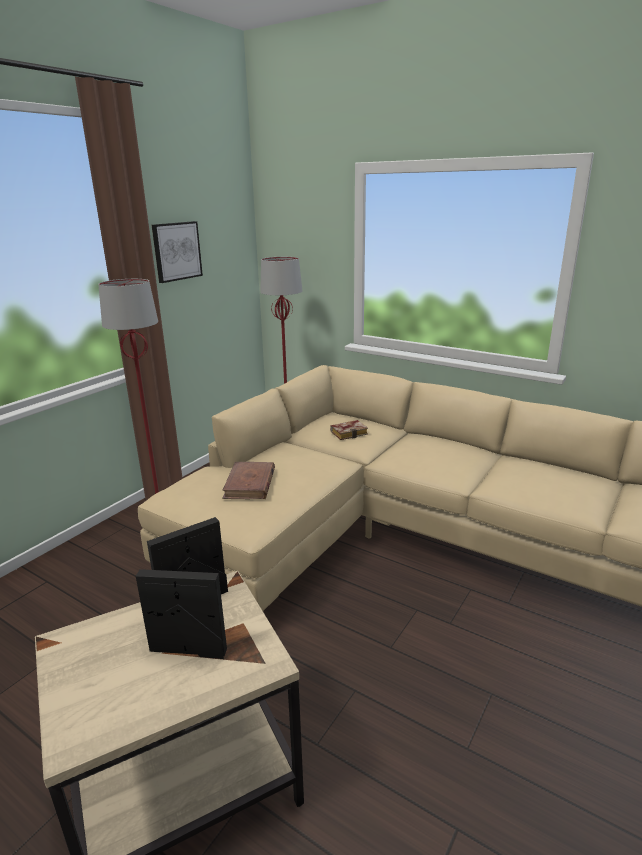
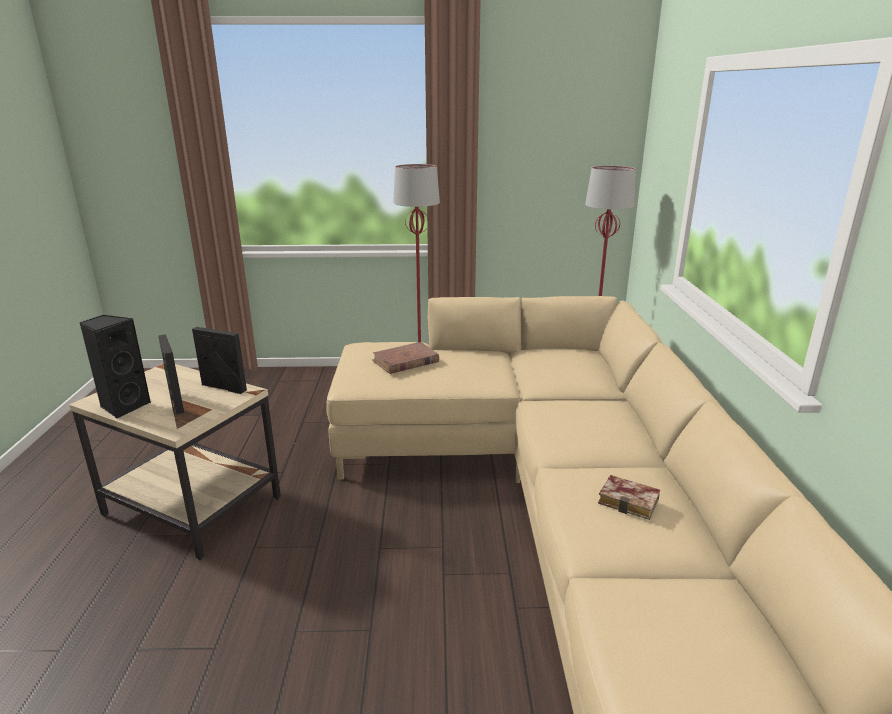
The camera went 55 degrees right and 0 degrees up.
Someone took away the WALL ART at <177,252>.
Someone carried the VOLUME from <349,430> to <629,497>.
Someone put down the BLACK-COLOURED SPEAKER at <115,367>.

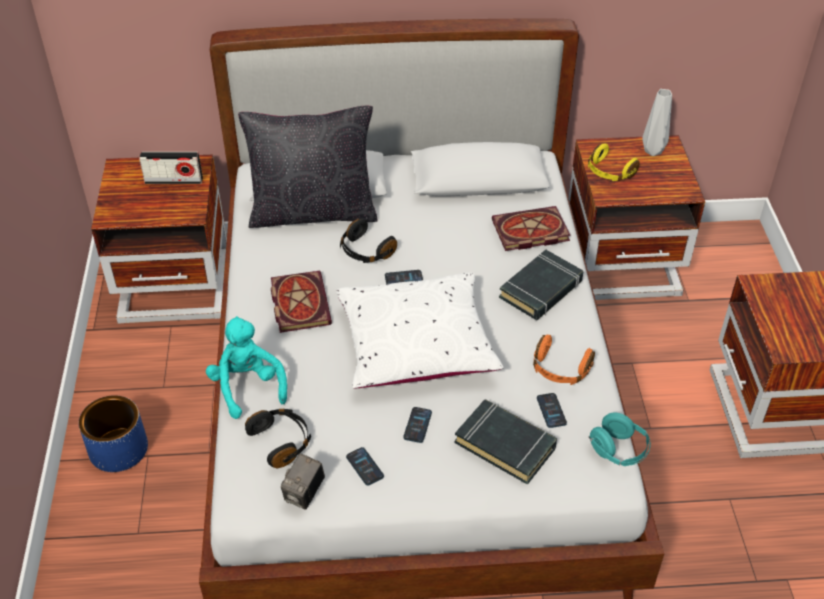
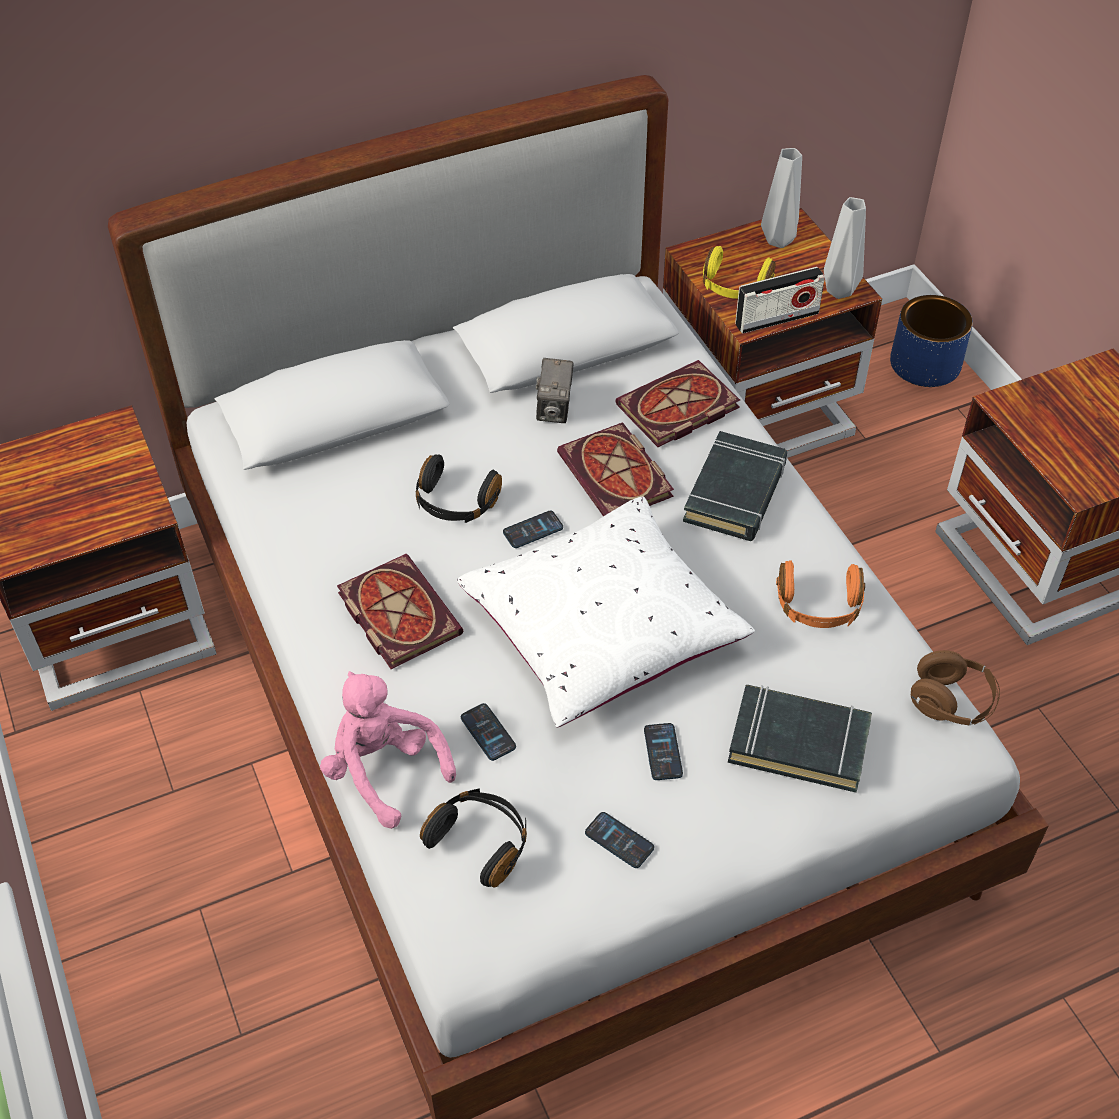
The camera went 20 degrees left and 5 degrees up.
Someone carried the BLUISH FLOWER POT from <113,433> to <931,341>.
Someone carried the RADIO from <171,168> to <780,300>.
Someone repainted the BLUE-GREEN PLUSH TOY at <246,367>, which became the PINK-COLOURED PLUSH TOY at <388,750>.
Someone took away the BLACK-COLOURED PILLOW at <308,167>.
Someone carried the STILL CAMERA from <303,481> to <554,390>.
Someone carried the TELEPHONE from <552,410> to <488,732>.
Someone repainted the BLUE-GREEN HEADPHONES at <620,439>, which became the BROWN-COLOURED HEADPHONES at <955,688>.
Someone put down the VOLUME at <615,469>.
Someone put down the GREY VASE at <845,248>.

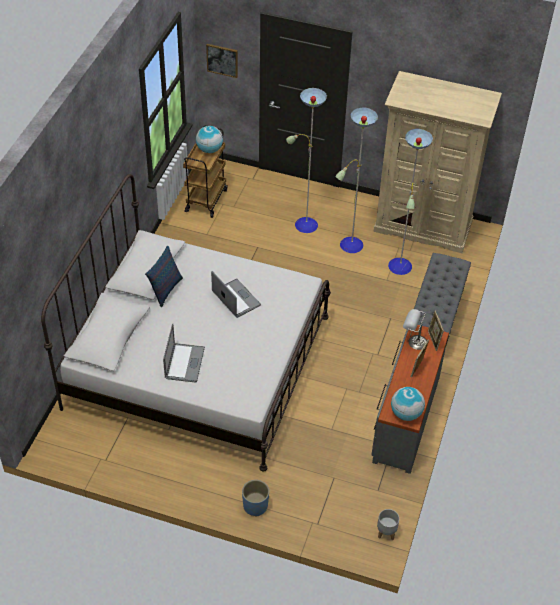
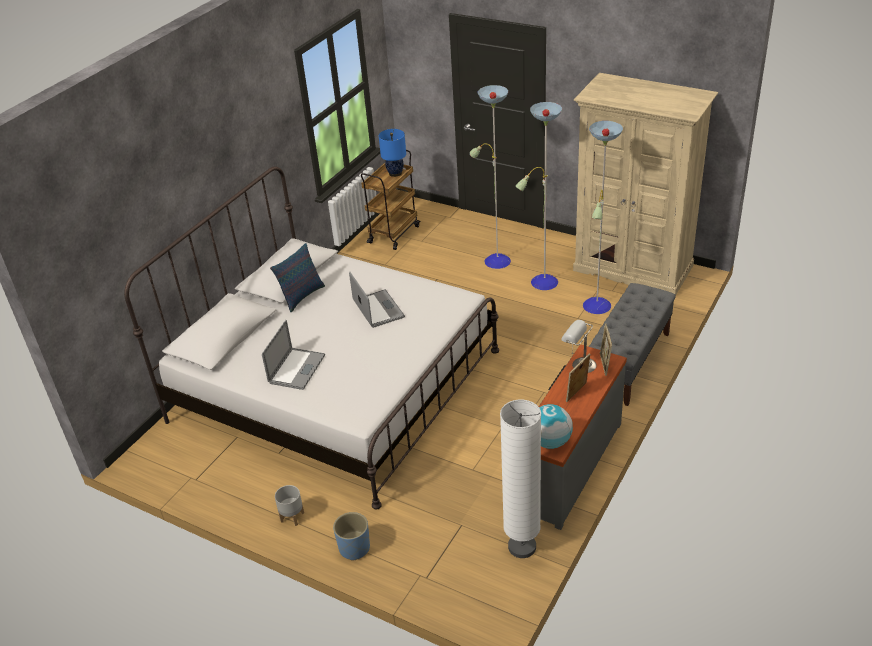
The camera went 15 degrees right and 10 degrees down.
Someone swapped the WORLD GLOBE at <209,139> for the BLUISH TABLE LAMP at <392,153>.
Someone took away the WALL ART at <222,61>.
Someone carried the GREY FLOWER POT from <388,524> to <289,505>.
Someone put down the WHITE-COLOURED STANDING LAMP at <520,479>.

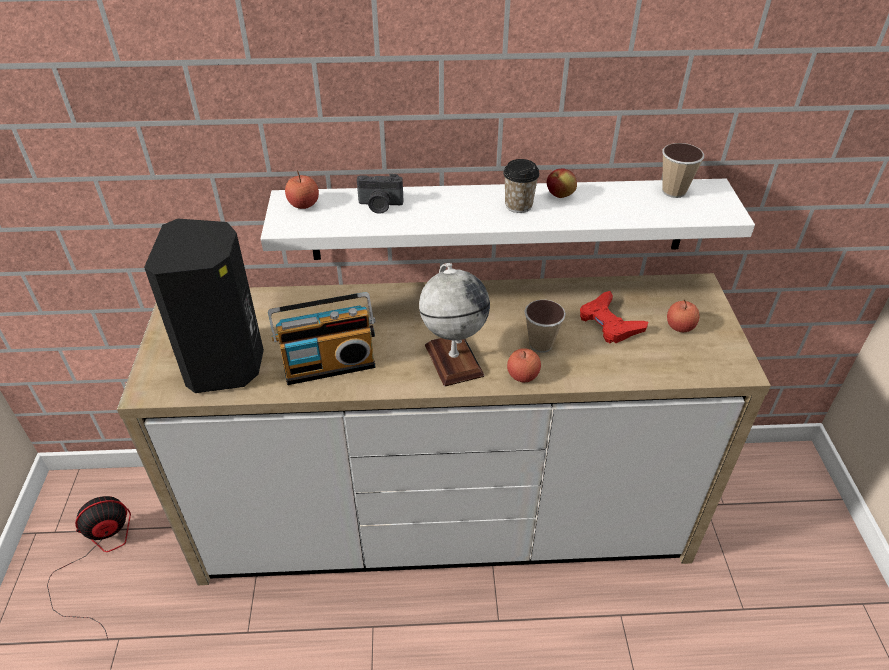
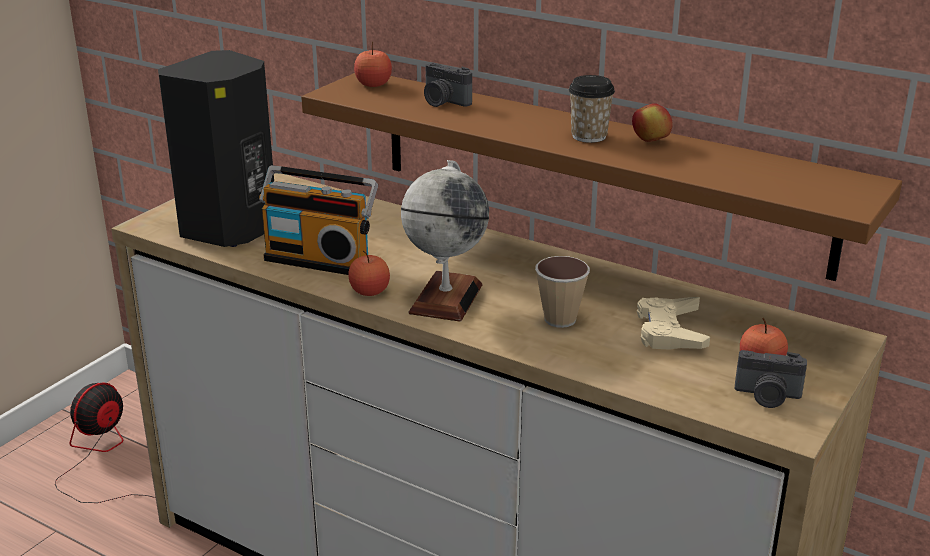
The camera went 35 degrees right and 15 degrees down.
Someone rotated the FAN at <89,567> by 60 degrees counterclockwise.
Someone repainted the WHITE-COLOURED BRACKET SHELF at <508,219>, which became the BROWN-COLOURED BRACKET SHELF at <601,177>.
Someone carried the APPLE FRUIT from <524,365> to <369,273>.
Someone repainted the RED-COLOURED GAME CONTROLLER at <614,317>, which became the BEIGE-COLOURED GAME CONTROLLER at <673,323>.
Someone took away the CUP at <683,170>.
Someone put down the STILL CAMERA at <771,379>.

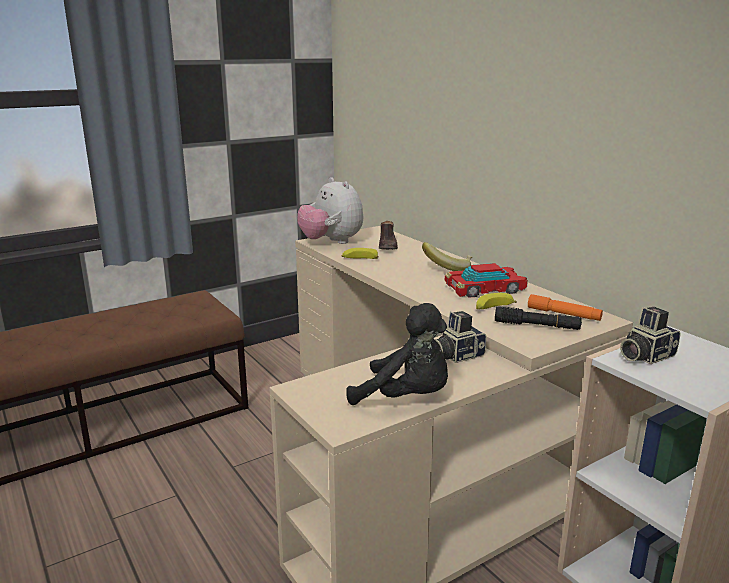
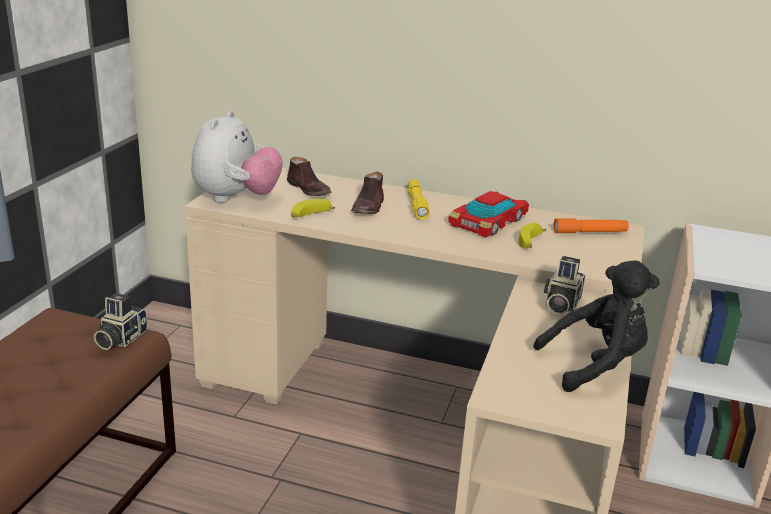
The camera went 40 degrees left and 5 degrees up.
Someone rotated the PLUSH TOY at <330,210> by 90 degrees counterclockwise.
Someone swapped the BANANA FRUIT at <447,256> for the YELLOW FLASHLIGHT at <419,199>.
Someone took away the BLACK-COLOURED FLASHLIGHT at <538,318>.
Someone carried the STILL CAMERA from <650,335> to <121,321>.
Someone put down the BROWN-COLOURED LOW SHOE at <367,193>.

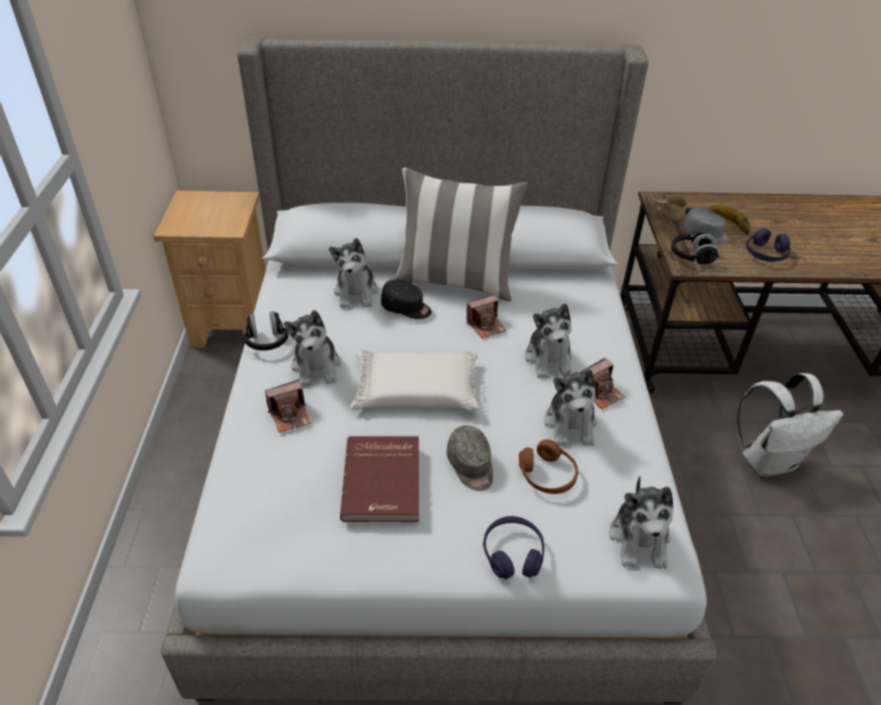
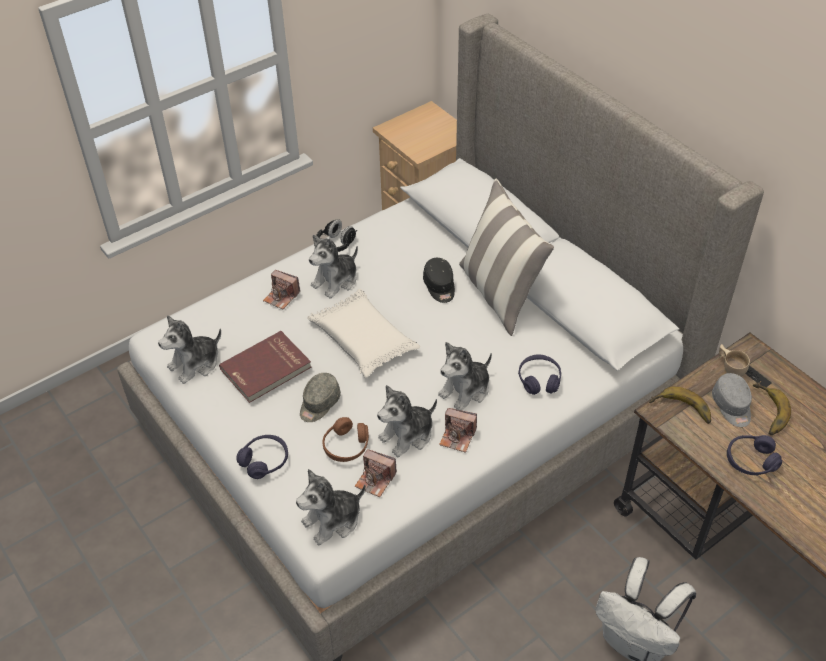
The camera went 55 degrees right and 5 degrees up.
Someone carried the PLUSH TOY from <353,273> to <189,349>.
Someone carried the STILL CAMERA from <486,316> to <376,473>.
Someone swapped the BLACK-COLOURED HEADPHONES at <695,249> for the BANANA FRUIT at <680,405>.
Someone put down the PURPLE-COLOURED HEADPHONES at <539,374>.

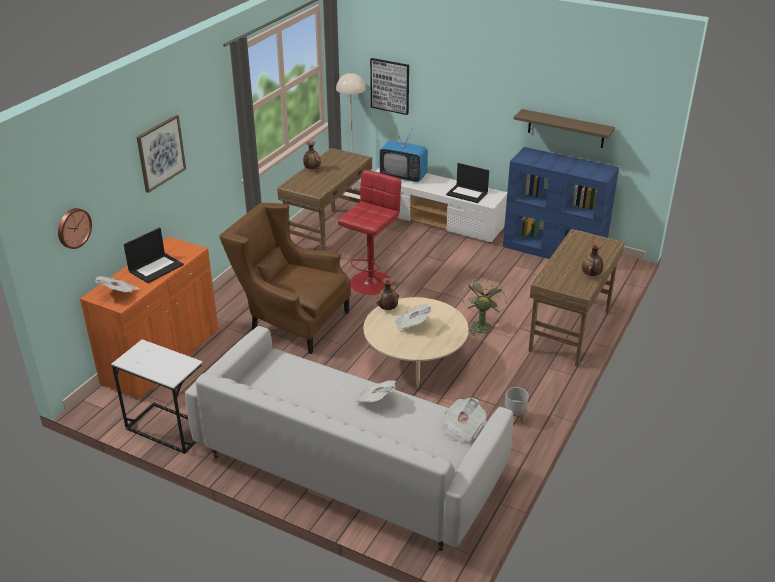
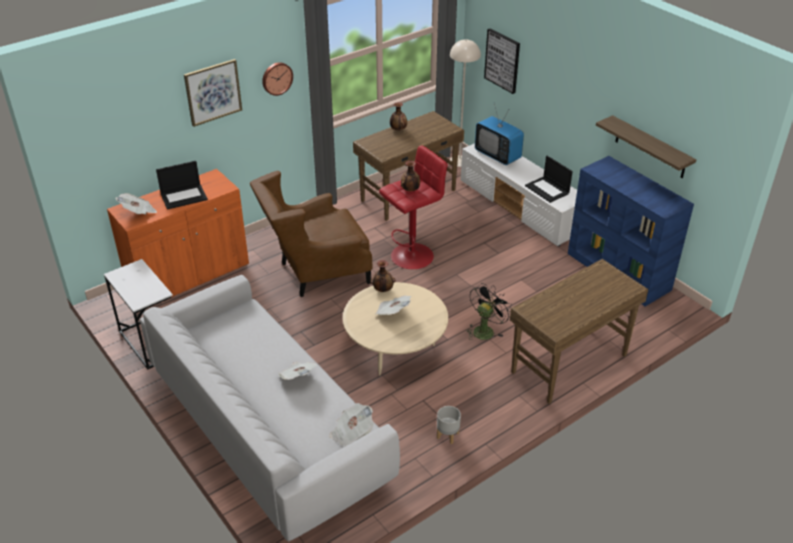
The camera went 25 degrees right and 5 degrees up.
Someone carried the CLOCK ON THE WALL from <75,228> to <277,79>.
Someone rotated the BROWN-COLOURED LOUNGE CHAIR at <285,278> by 75 degrees counterclockwise.
Someone repainted the GREENISH FAN at <484,307>, which became the BLACK-COLOURED FAN at <489,311>.
Someone carried the VASE from <592,259> to <410,176>.

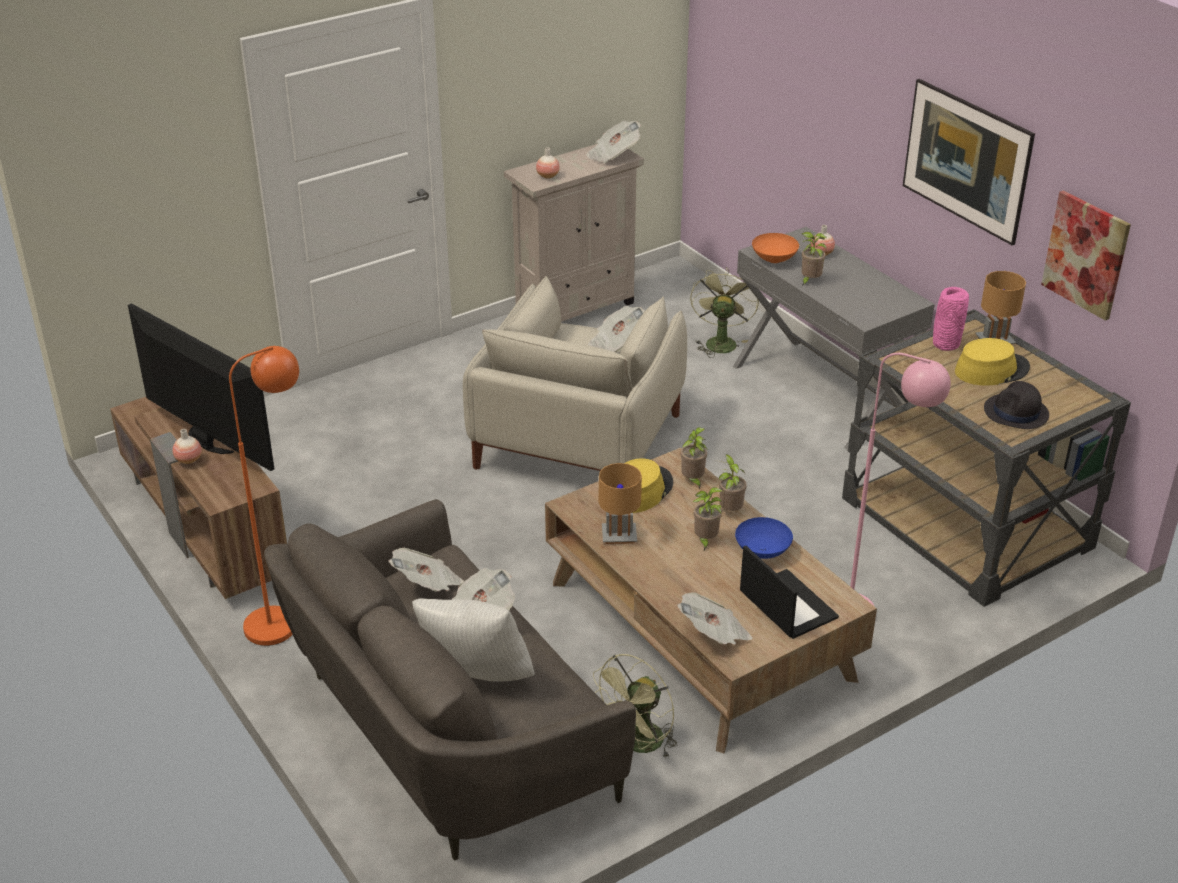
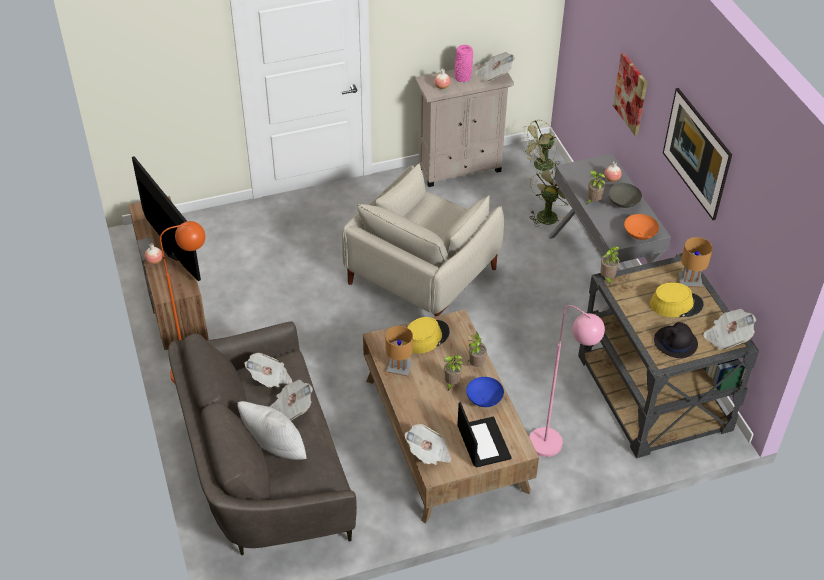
The camera went 15 degrees right and 10 degrees up.
Someone carried the NEWSPAPER from <616,329> to <729,330>.
Someone carried the GREENISH FAN from <635,706> to <540,147>.
Someone carried the HOUSEPLANT from <695,458> to <610,266>.
Someone carried the ORANGEY BOWL from <775,248> to <641,227>.
Someone carried the PINK-COLOURED VASE from <951,319> to <464,63>.
Someone carried the WALL ART from <1086,255> to <630,94>.
Someone put down the GREY BOWL at <625,195>.

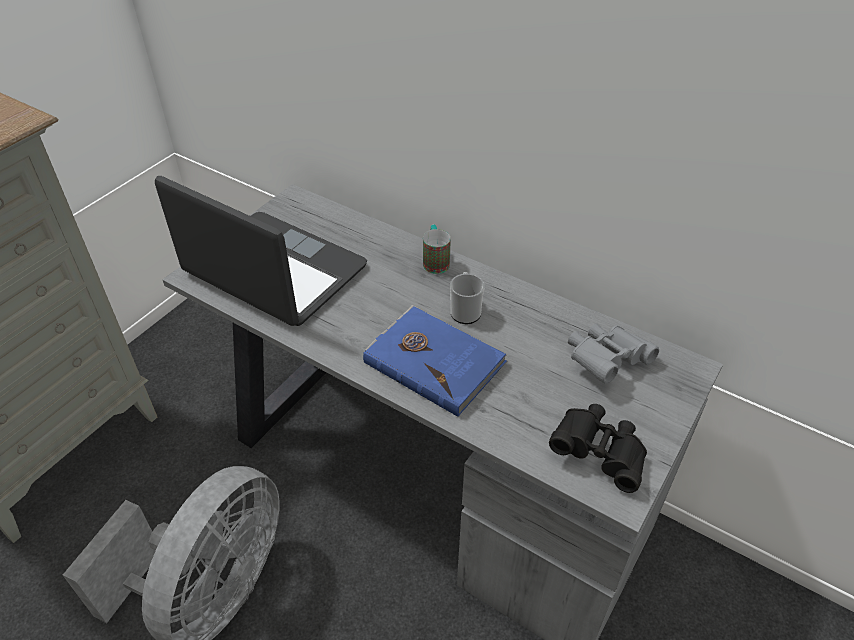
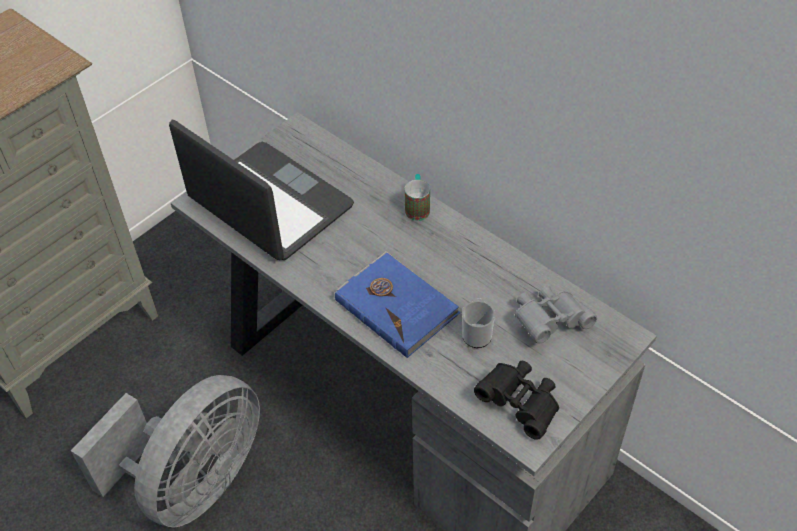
The camera went 10 degrees right and 5 degrees up.
Someone carried the COFFEE MUG from <467,298> to <478,323>.

